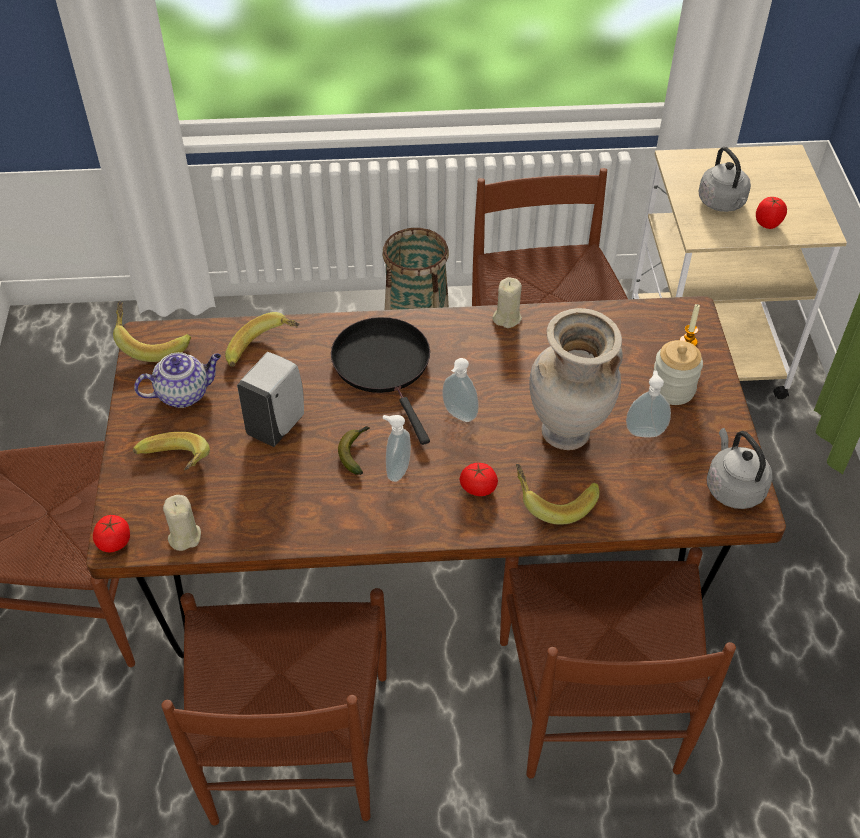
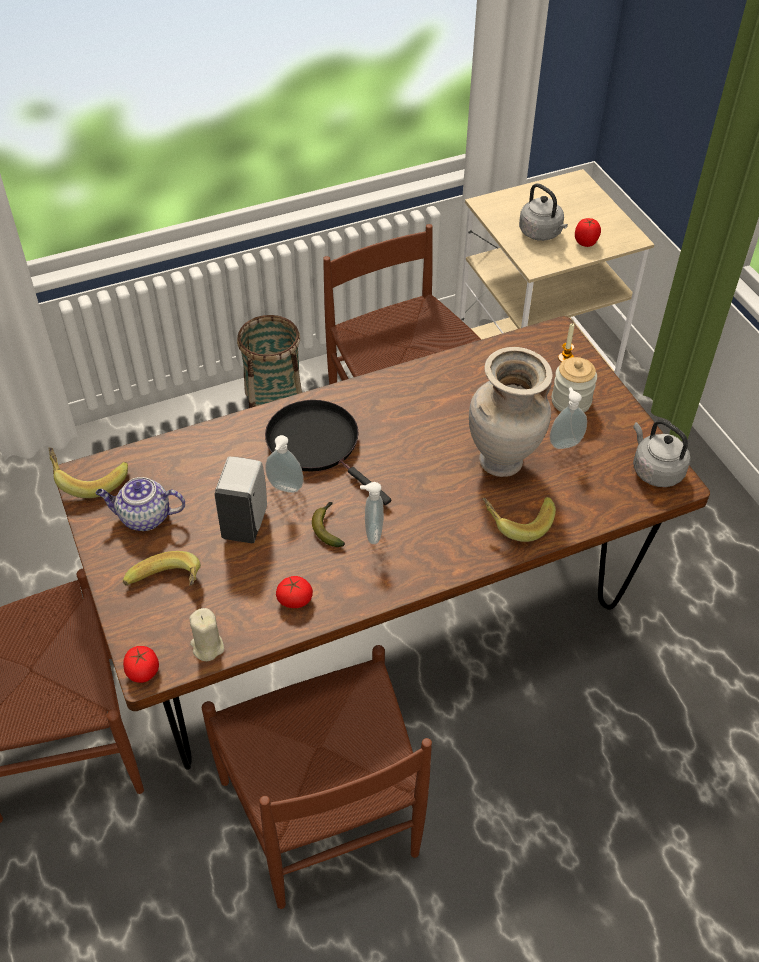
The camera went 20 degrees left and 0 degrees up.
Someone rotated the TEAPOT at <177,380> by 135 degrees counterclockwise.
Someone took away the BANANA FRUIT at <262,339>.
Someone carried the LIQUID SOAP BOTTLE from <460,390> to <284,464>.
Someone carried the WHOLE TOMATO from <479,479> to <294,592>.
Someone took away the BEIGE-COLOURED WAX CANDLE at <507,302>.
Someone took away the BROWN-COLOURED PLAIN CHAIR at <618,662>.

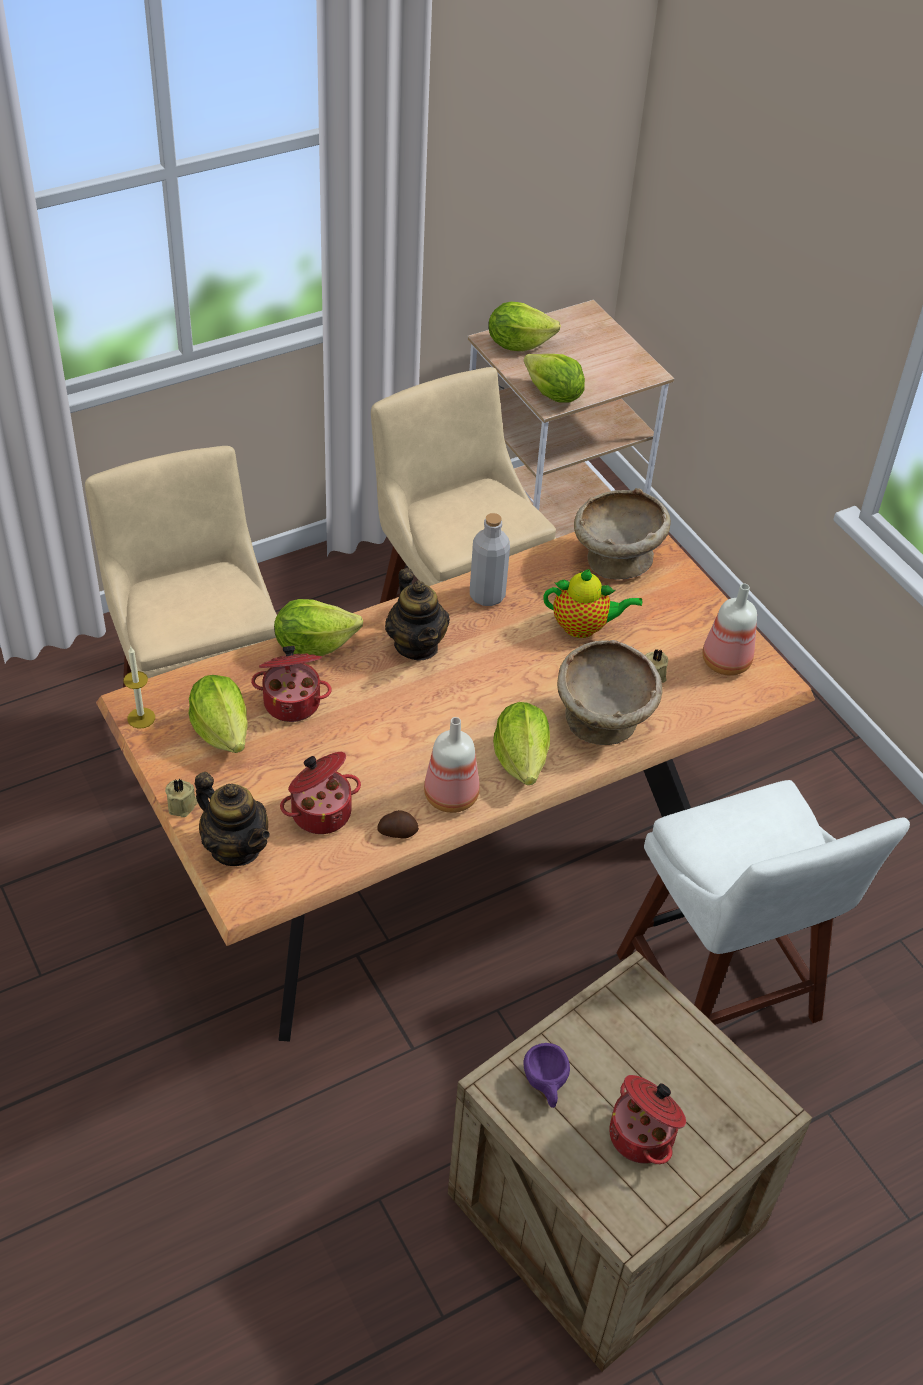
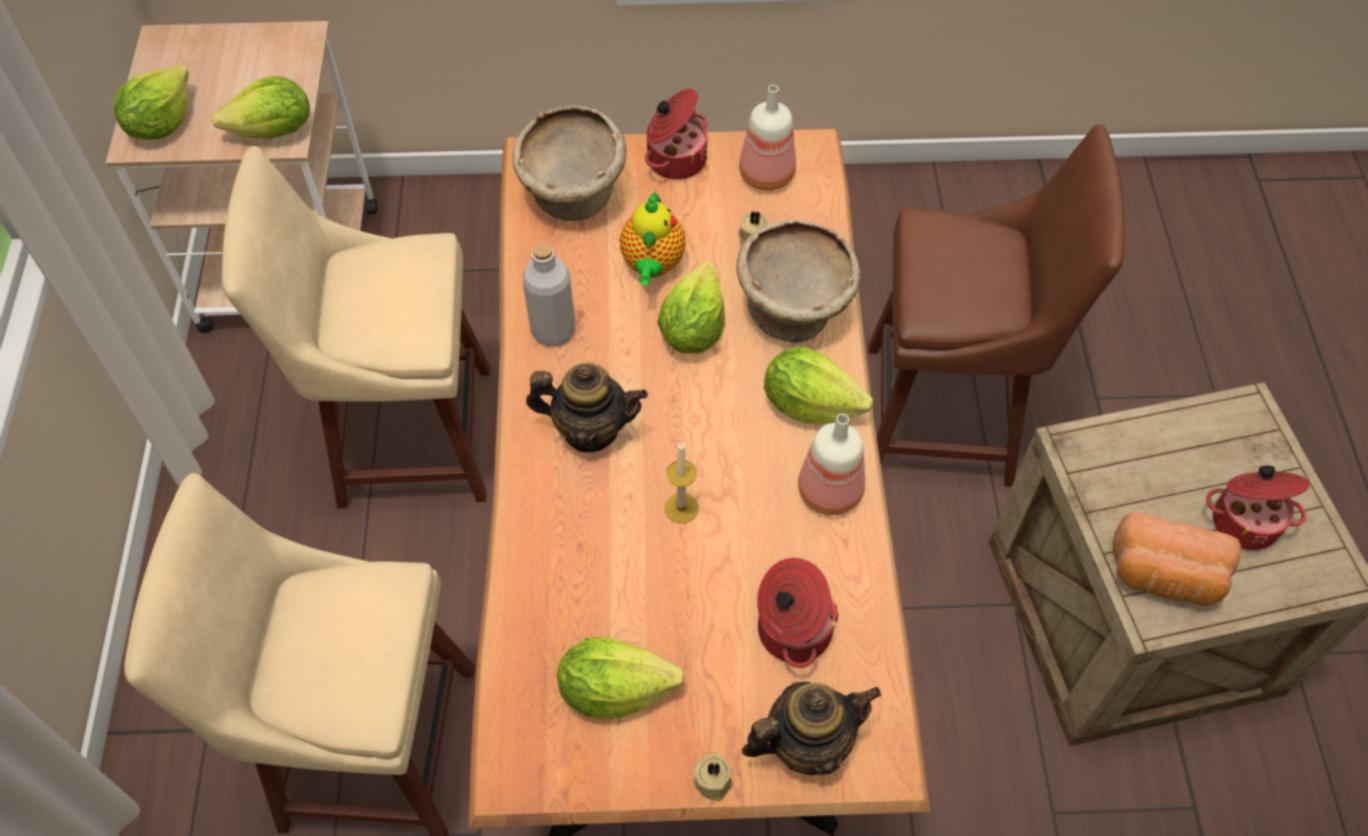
The camera went 60 degrees left and 10 degrees up.
Someone carried the WAX CANDLE from <139,688> to <682,482>.
Someone carried the STOCKPOT from <291,684> to <676,134>.
Someone carried the LETTUCE HEAD from <318,627> to <691,308>.
Someone took away the WHOLE POTATO at <398,824>.
Someone swapped the PURPLE-COLOURED CUP at <547,1075> for the BREAD at <1177,559>.
Someone rotated the TEAPOT at <592,603> by 150 degrees clockwise.
Someone repainted the WHITE-COLOURED PLAIN CHAIR at <763,902>, which became the BROWN-COLOURED PLAIN CHAIR at <996,305>.

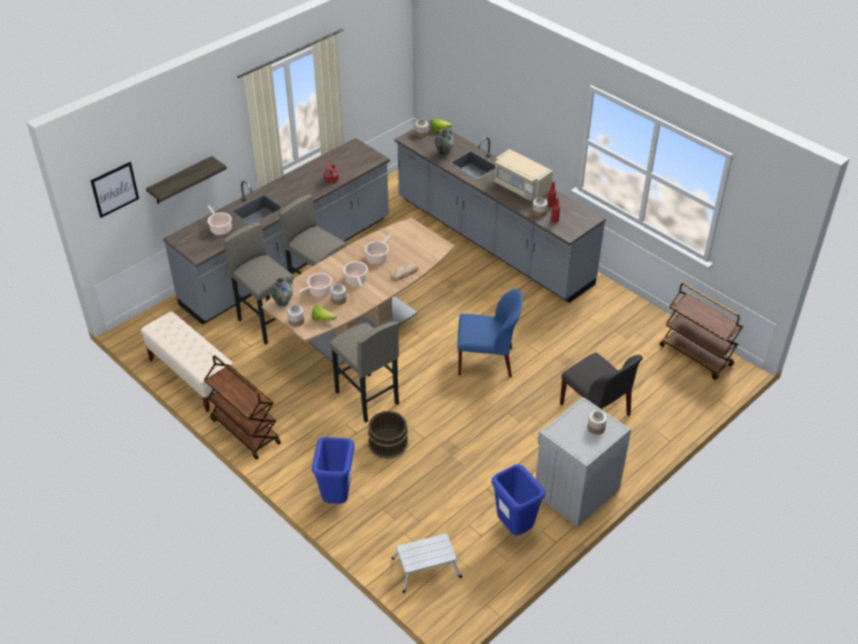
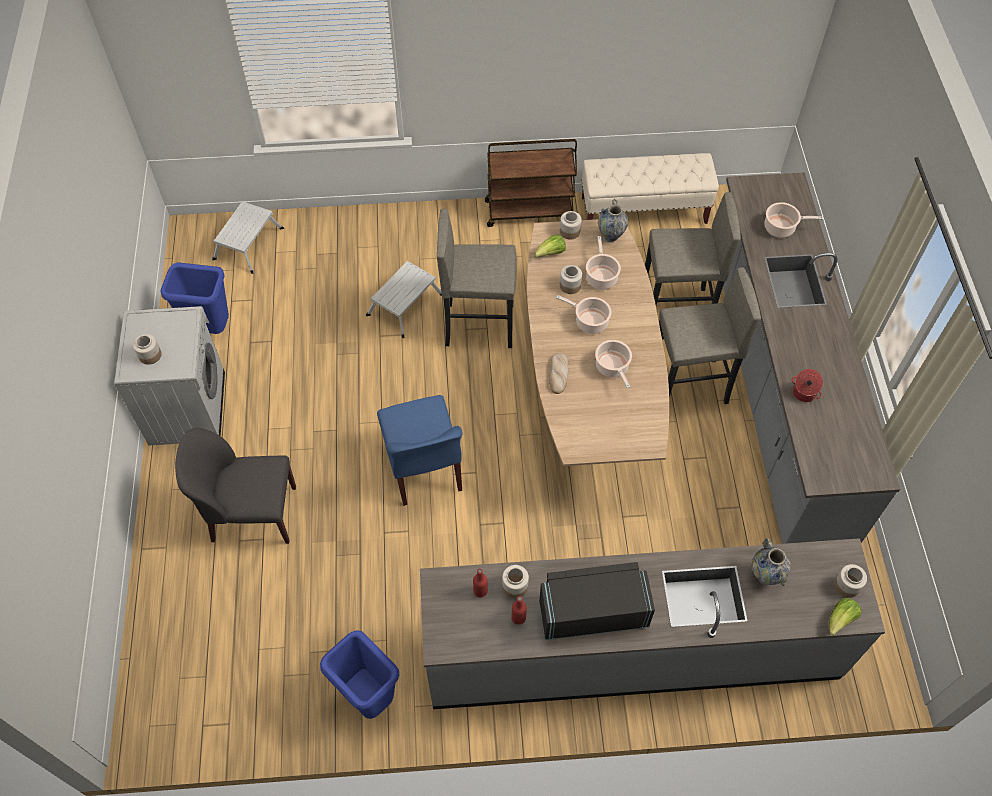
The camera went 130 degrees right and 15 degrees up.
Someone took away the WALL ART at <114,190>.
Someone took away the BRACKET SHELF at <186,180>.
Someone carried the BLUISH WASTE BIN from <333,470> to <359,674>.
Someone swapped the BROWN-COLOURED BUCKET at <388,435> for the WHITE-COLOURED STEP STOOL at <404,299>.
Someone rotated the BLUISH PLAIN CHAIR at <490,333> by 60 degrees counterclockwise.
Someone repainted the BEIGE-COLOURED KITCHEN MICROWAVE at <523,175>, which became the BLACK-COLOURED KITCHEN MICROWAVE at <597,601>.
Someone took away the BROWN-COLOURED CART at <701,331>.

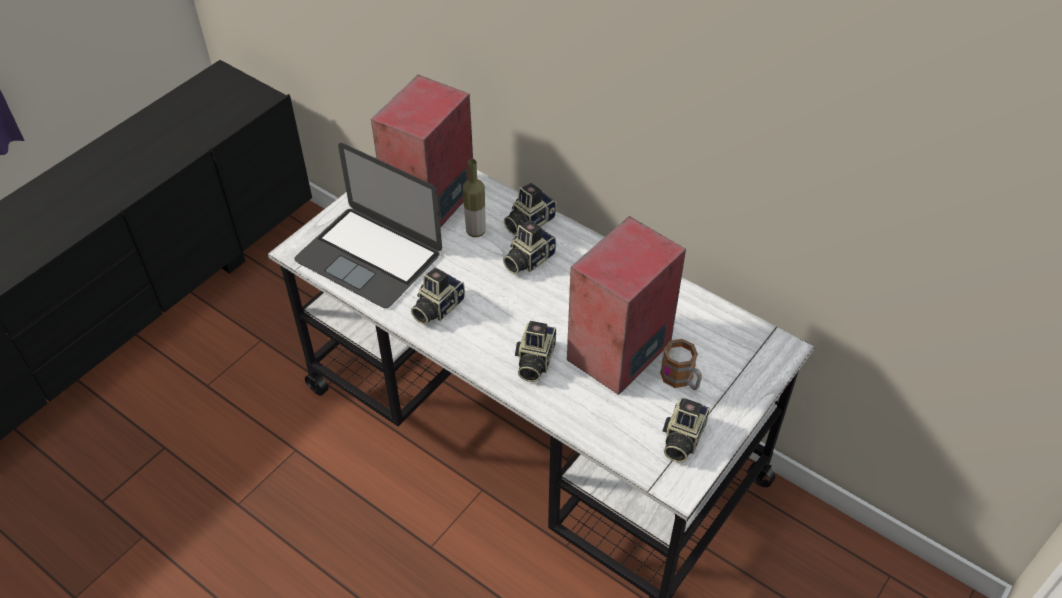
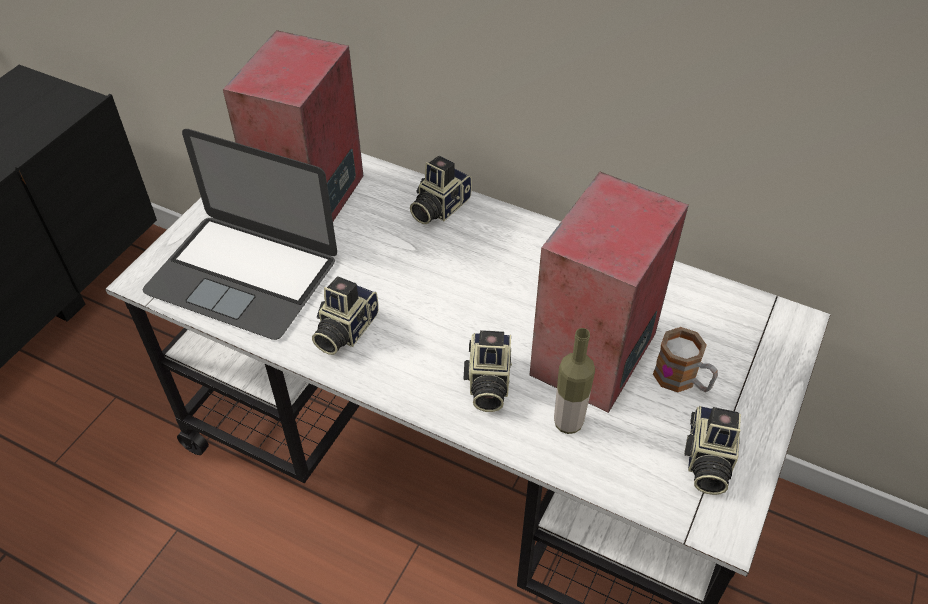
The camera went 10 degrees left and 0 degrees up.
Someone carried the BOTTLE from <474,198> to <574,381>.
Someone took away the STILL CAMERA at <529,247>.

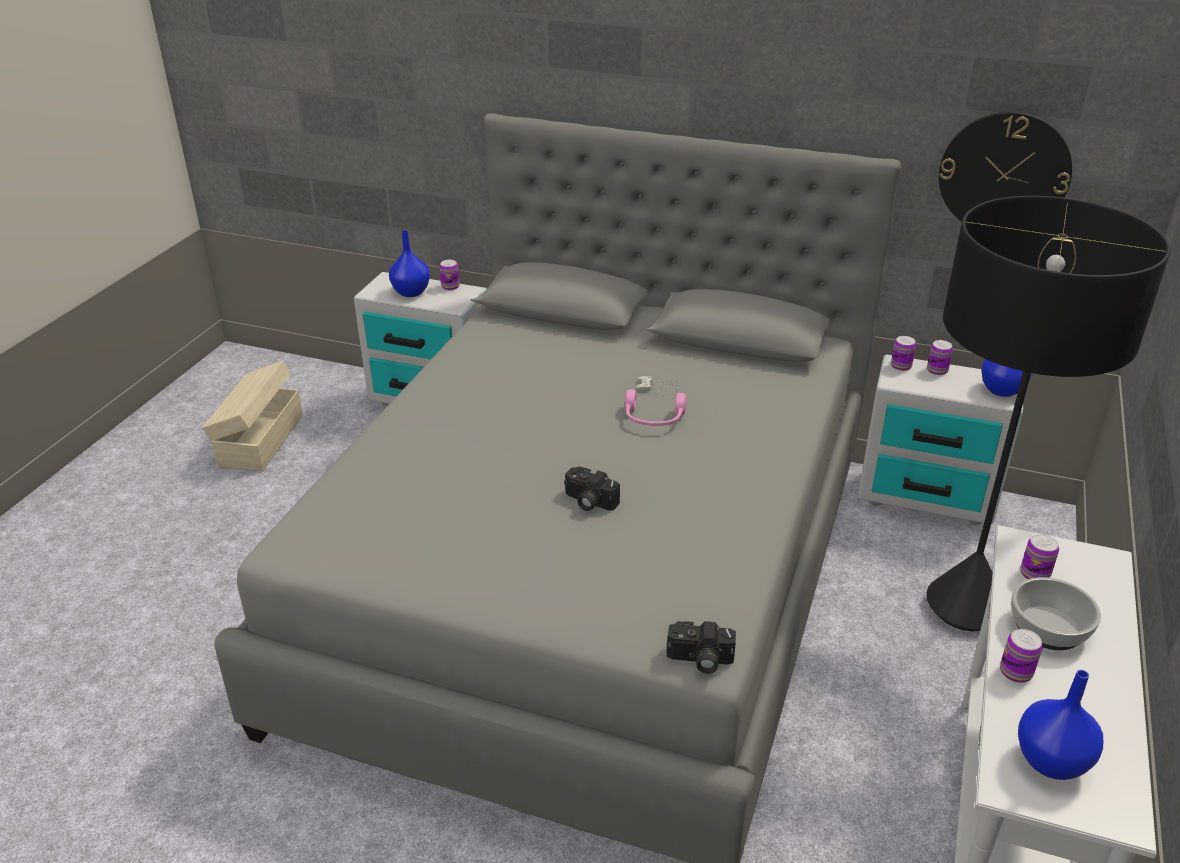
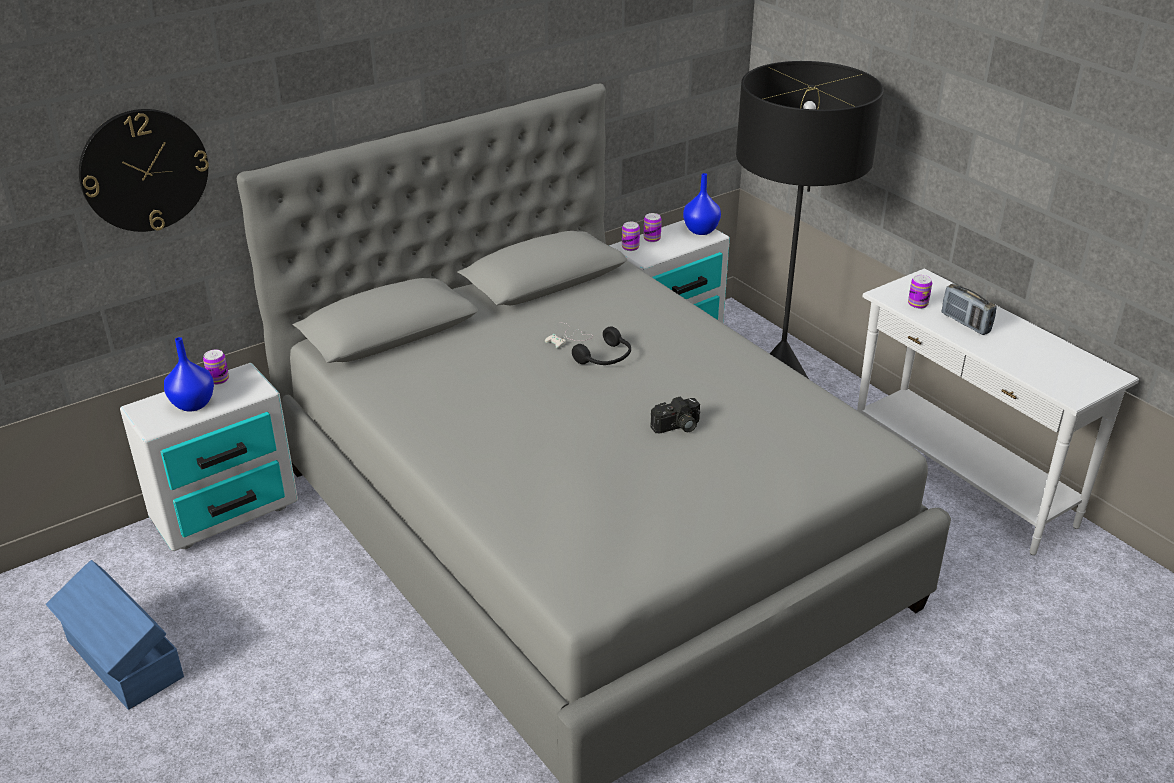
The camera went 55 degrees left and 0 degrees up.
Someone repainted the BEIGE-COLOURED STORAGE BIN at <252,416>, which became the BLUISH STORAGE BIN at <115,635>.
Someone repainted the PINK-COLOURED HEADPHONES at <655,407>, which became the BLACK-COLOURED HEADPHONES at <601,346>.
Someone took away the STILL CAMERA at <701,647>.
Someone carried the CLOCK ON THE WALL from <1005,166> to <144,170>.
Someone took away the SEALED CAN at <1021,656>.
Someone swapped the BOWL at <1056,613> for the RADIO at <969,309>.
Someone took away the BLUISH VASE at <1060,725>.

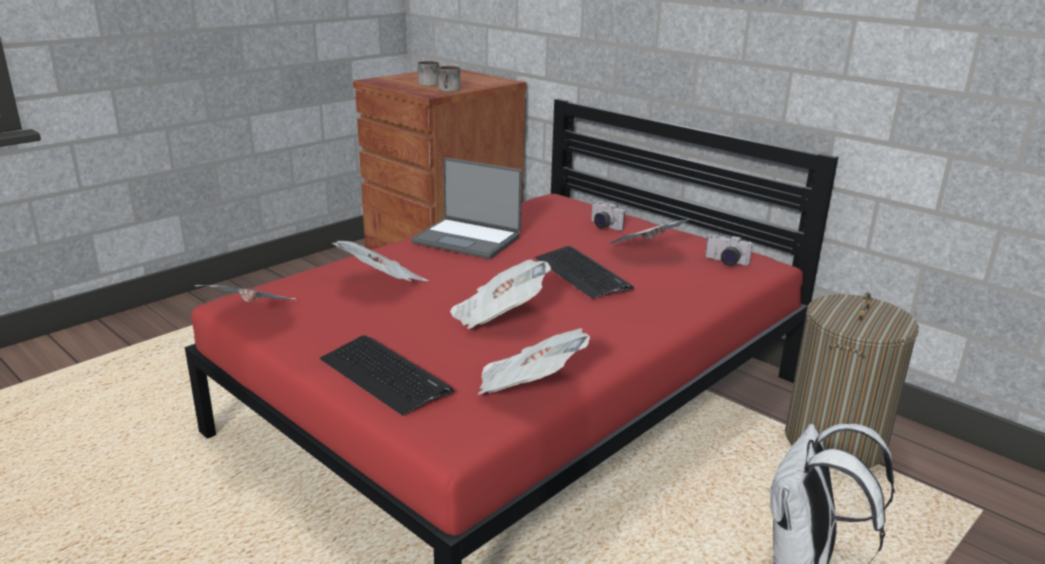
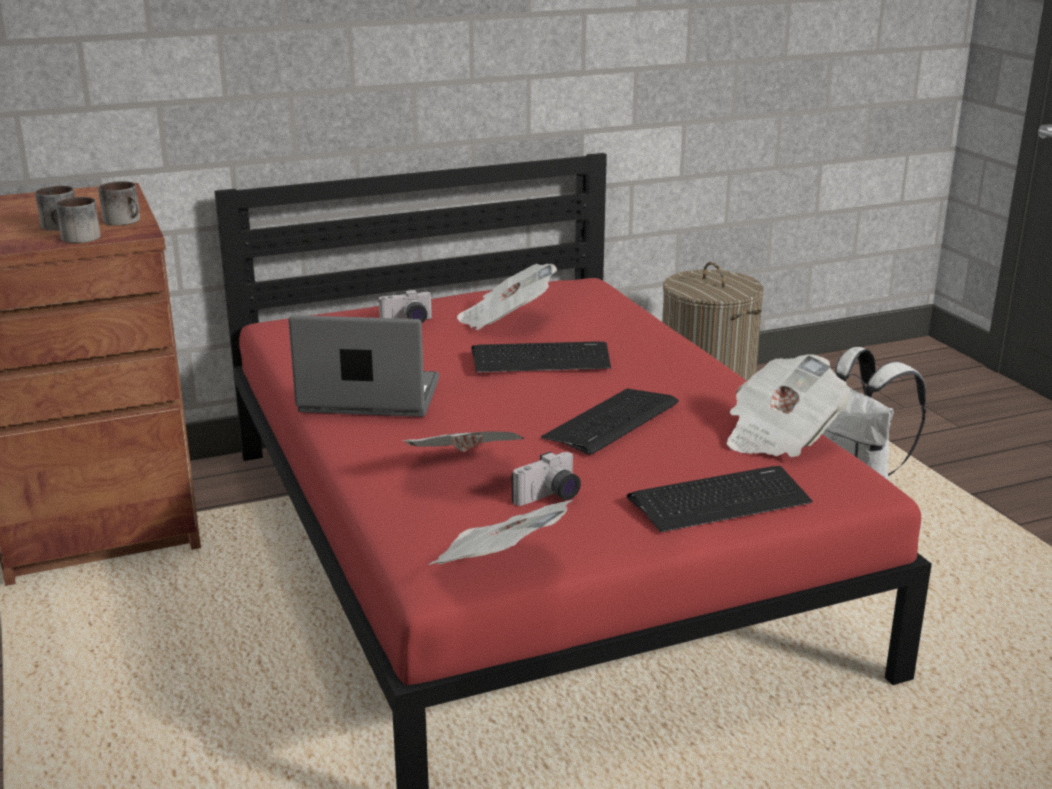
The camera went 65 degrees left and 0 degrees up.
Someone rotated the PORTABLE COMPUTER at <466,208> by 135 degrees counterclockwise.
Someone swapped the NEWSPAPER at <500,294> for the PC KEYBOARD at <610,422>.
Someone carried the STILL CAMERA from <729,250> to <546,479>.
Someone put down the COFFEE MUG at <75,220>.

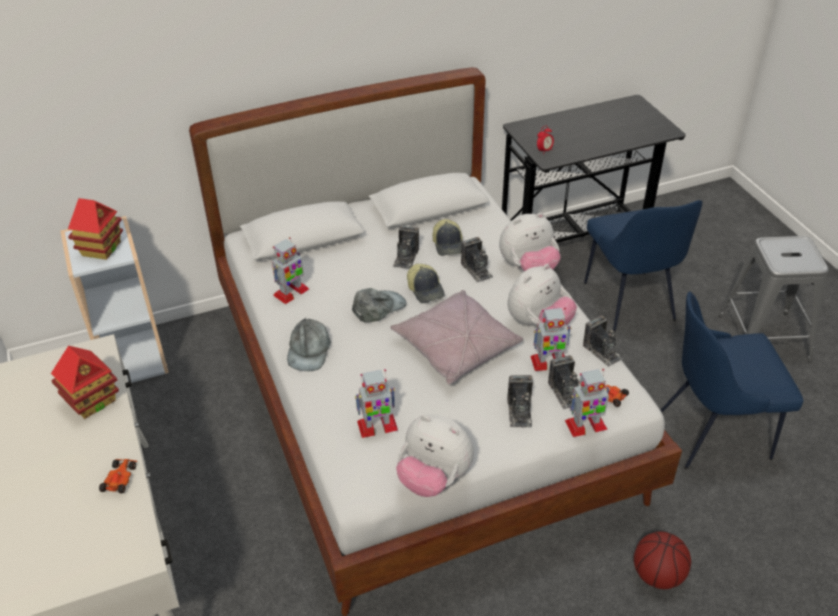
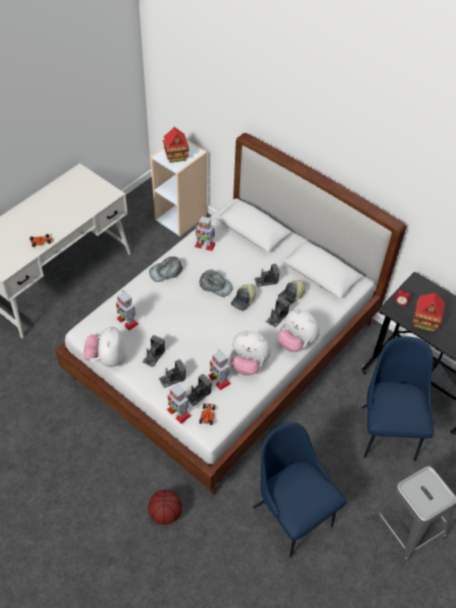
The camera went 60 degrees right and 10 degrees up.
Someone carried the MINIATURE HOUSE from <85,382> to <428,312>.
Someone took away the PURPLE-COLOURED PILLOW at <456,337>.
Someone carried the STILL CAMERA from <603,341> to <153,351>.
Someone rotated the BLUISH PLAIN CHAIR at <643,266> by 135 degrees clockwise.

